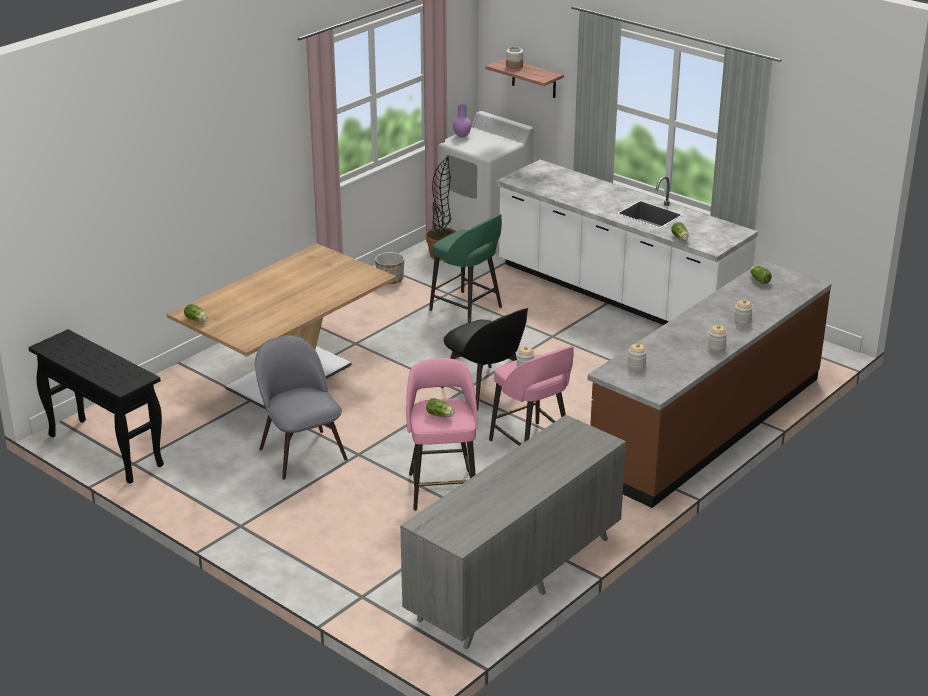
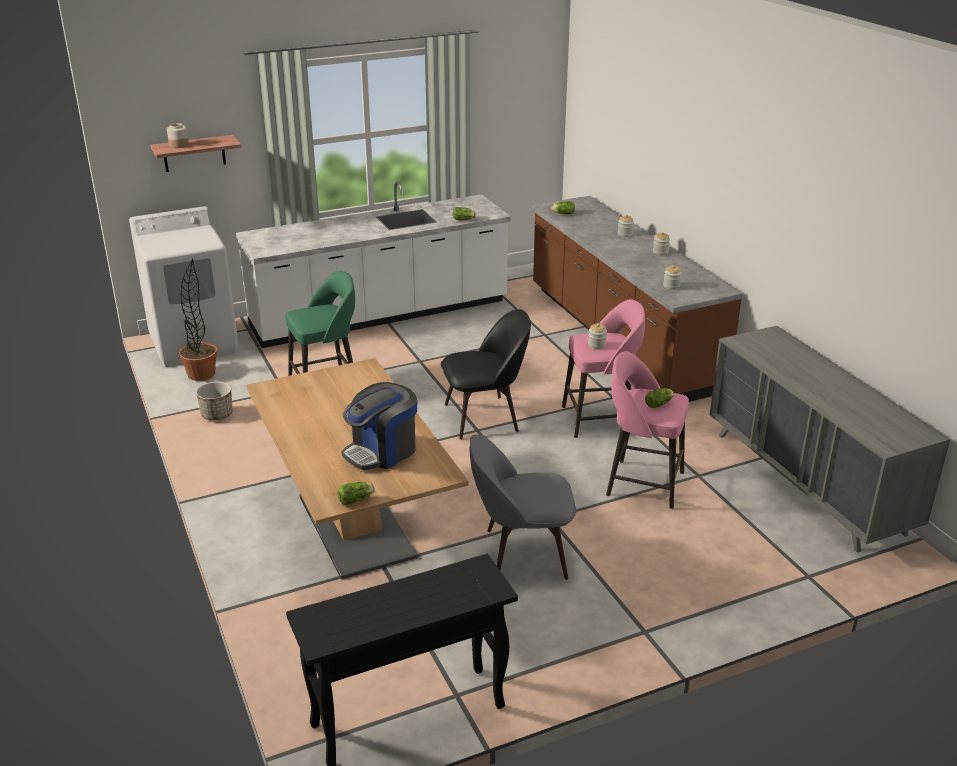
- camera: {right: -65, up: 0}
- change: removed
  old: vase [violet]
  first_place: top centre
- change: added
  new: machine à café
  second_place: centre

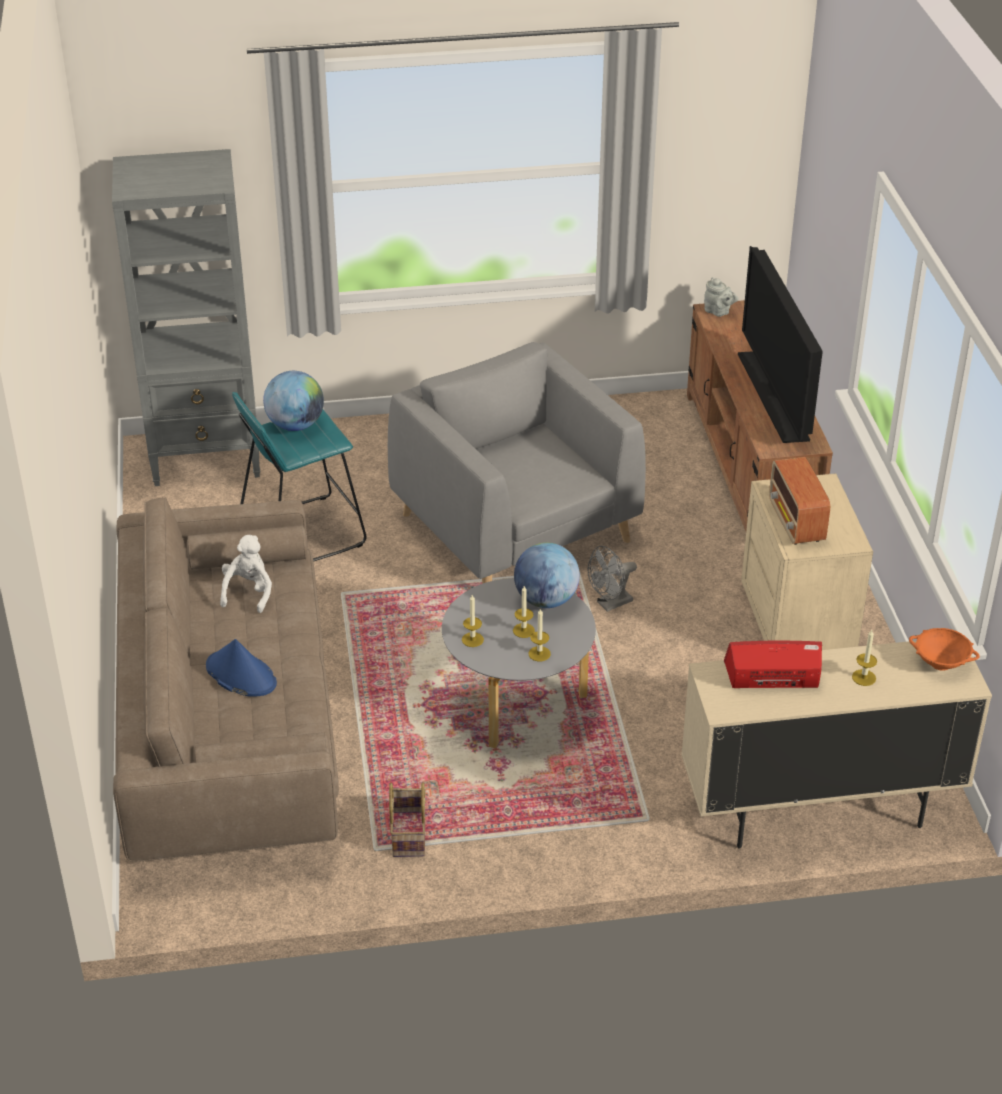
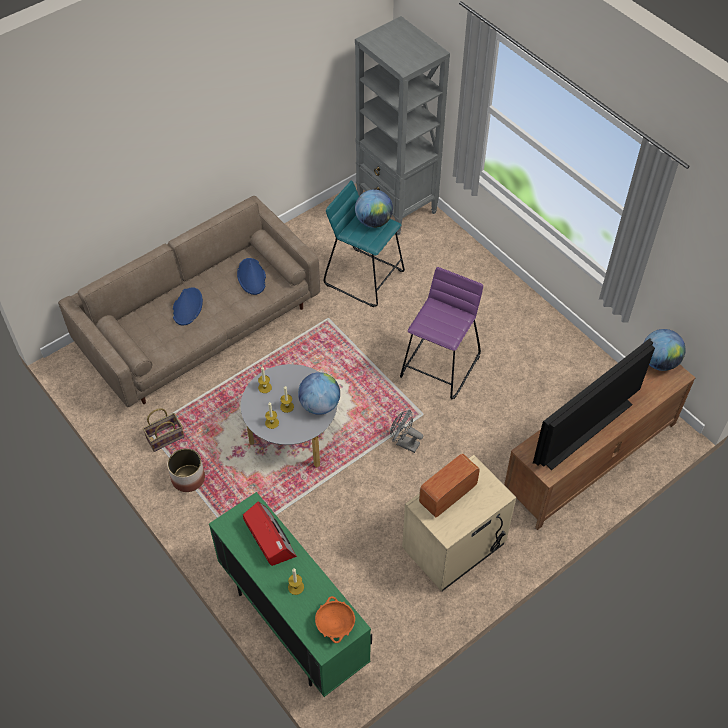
- camera: {right: 60, up: 15}
- change: replaced
  old: théière [gris]
  new: globe (3rd from left)
  first_place: top right
  second_place: middle right
- change: replaced
  old: fauteuil [gris]
  new: tabouret [violet]
  first_place: centre
  second_place: centre
- change: replaced
  old: peluche [blanc]
  new: chapeau [bleu] (2nd from left)
  first_place: middle left
  second_place: centre
- change: recoloured
  old: meuble de rangement [beige]
  new: meuble de rangement [vert]
  first_place: bottom right
  second_place: bottom centre
- change: added
  new: cache-pot
  second_place: middle left

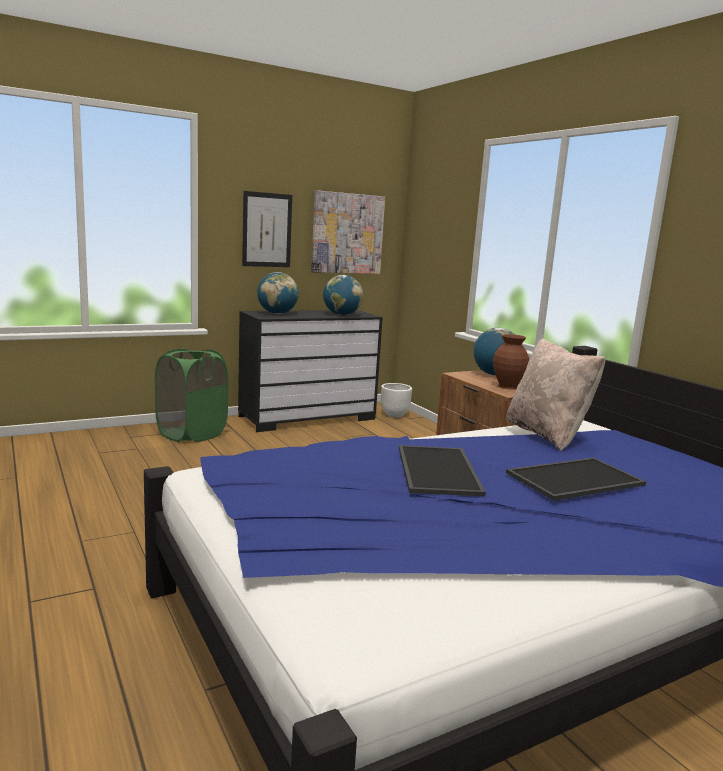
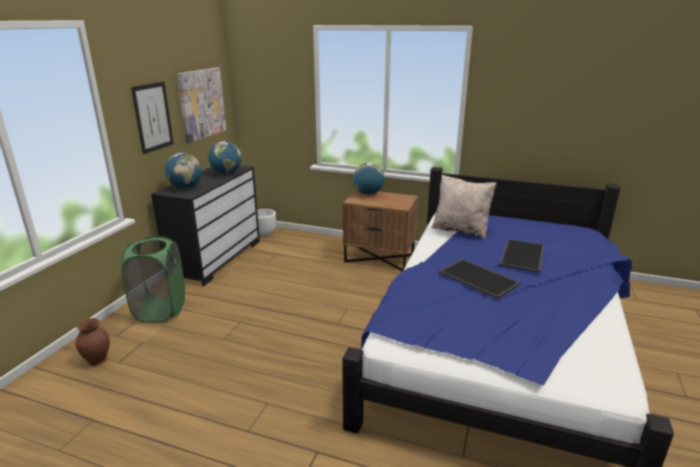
- camera: {right: -40, up: 10}
- change: moved
  old: vase [marron]
  first_place: middle right
  second_place: bottom left

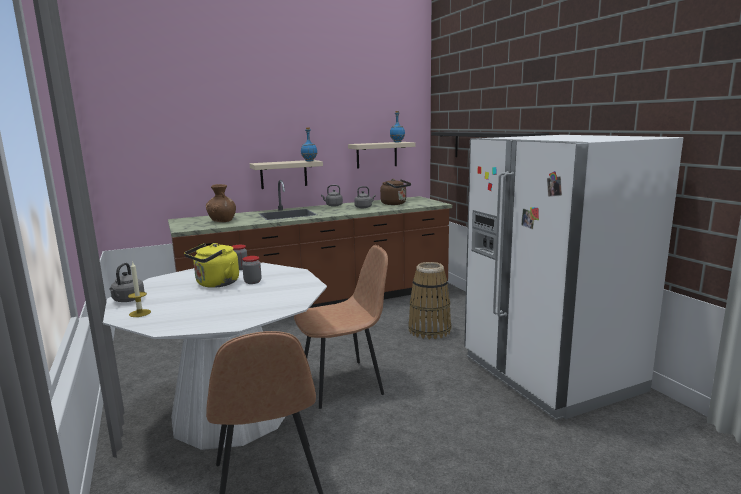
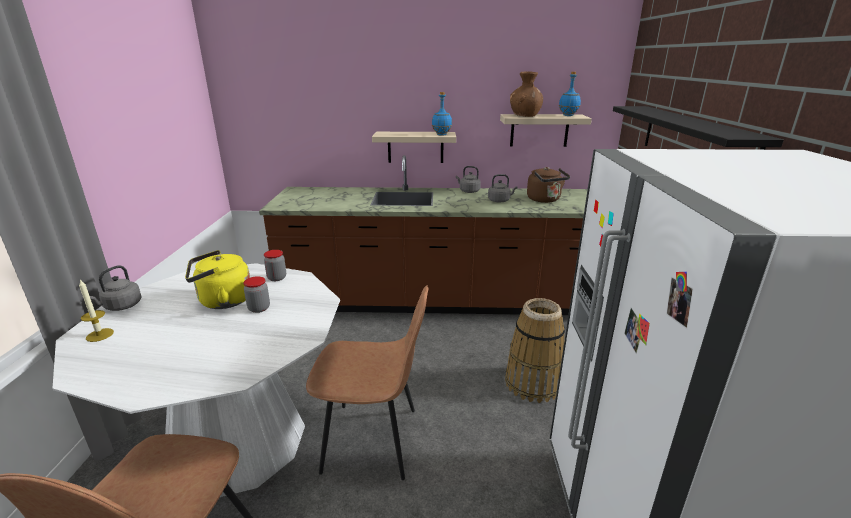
- camera: {right: 25, up: 10}
- change: moved
  old: vase [marron]
  first_place: middle left
  second_place: top centre

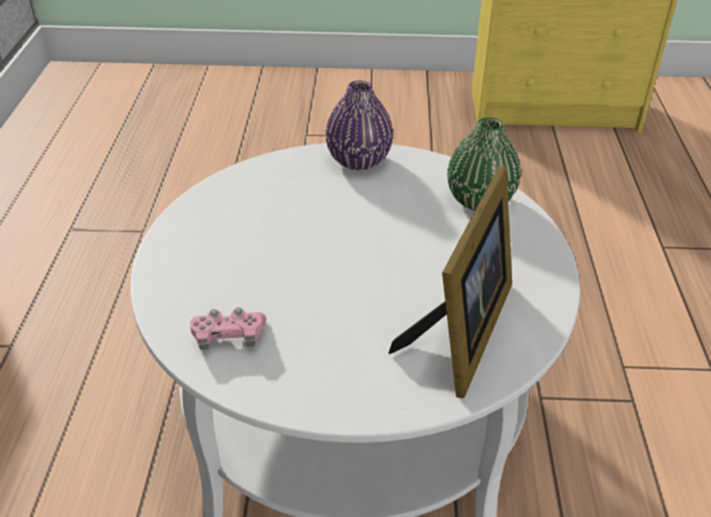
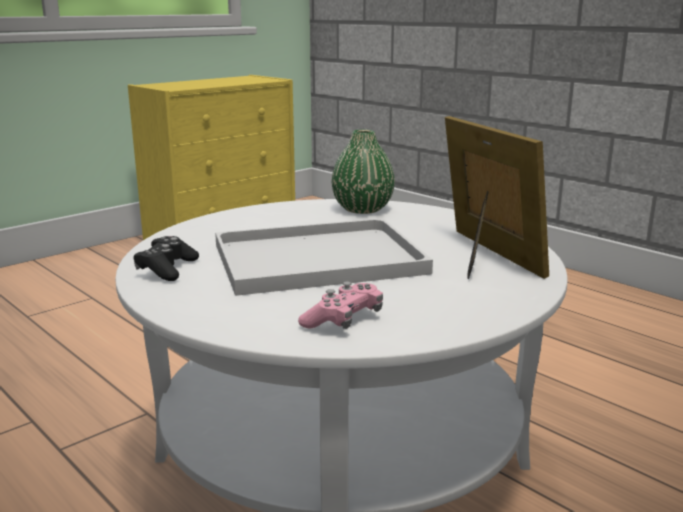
- camera: {right: -45, up: -20}
- change: removed
  old: vase [violet]
  first_place: top centre
- change: added
  new: plateau [blanc]
  second_place: centre
- change: added
  new: manette [noir]
  second_place: middle left

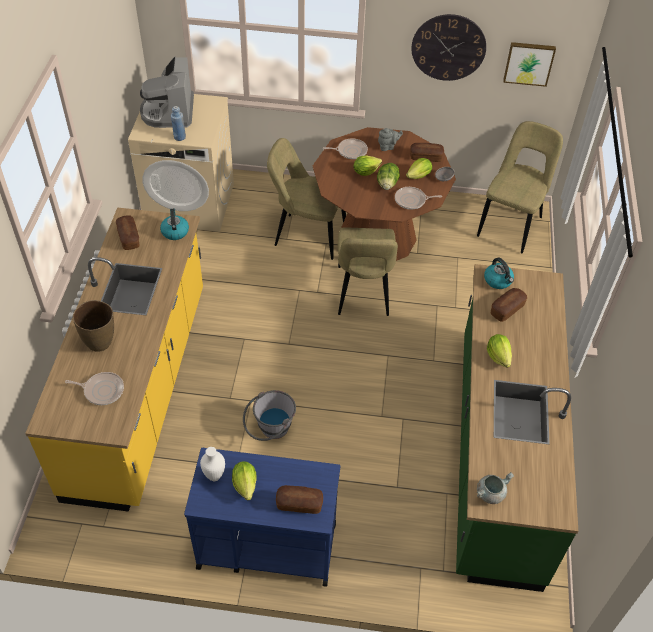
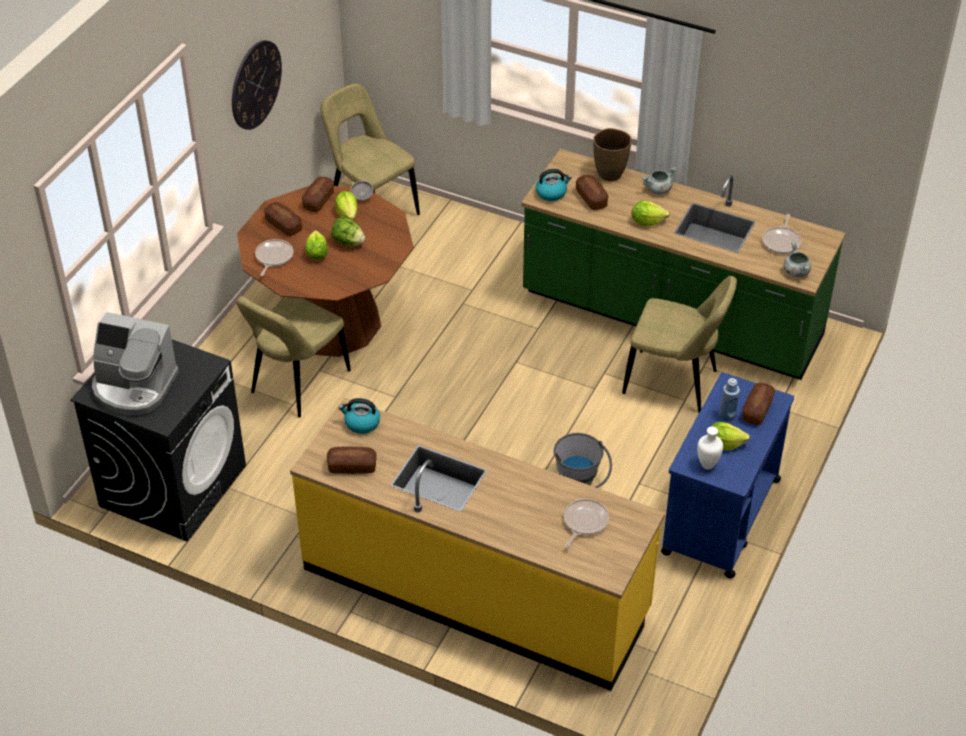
- camera: {right: -70, up: -5}
- change: removed
  old: tableau
  first_place: top right
- change: recoloured
  old: lave-linge [beige]
  new: lave-linge [noir]
  first_place: top left
  second_place: middle left
- change: moved
  old: bouteille [bleu]
  first_place: top left
  second_place: middle right
- change: replaced
  old: théière [gris]
  new: pain (1st from left)
  first_place: top centre
  second_place: top left
- change: moved
  old: poêle (3rd from left)
  first_place: top centre
  second_place: top right
- change: moved
  old: chaise [beige] (2nd from left in the first image)
  new: chaise [beige] (3rd from left)
  first_place: centre
  second_place: middle right
- change: moved
  old: vase [marron]
  first_place: middle left
  second_place: top centre
- change: added
  new: marmite [gris] (1st from left)
  second_place: top right

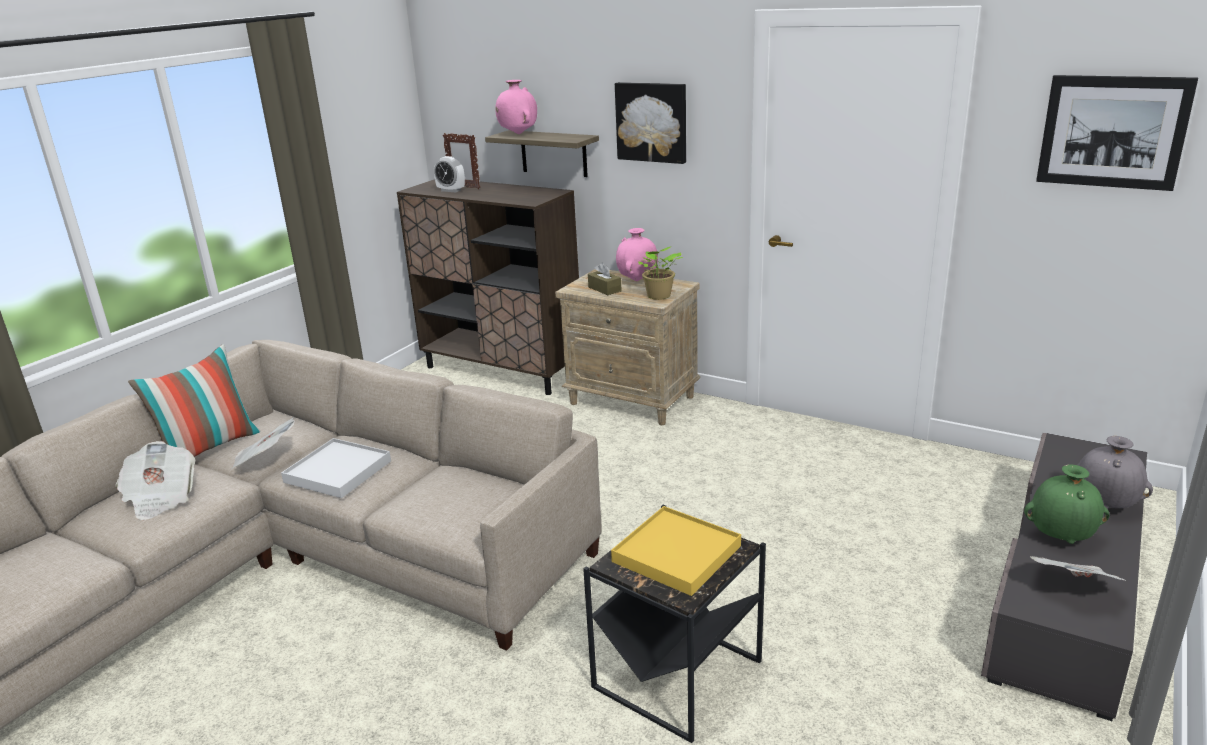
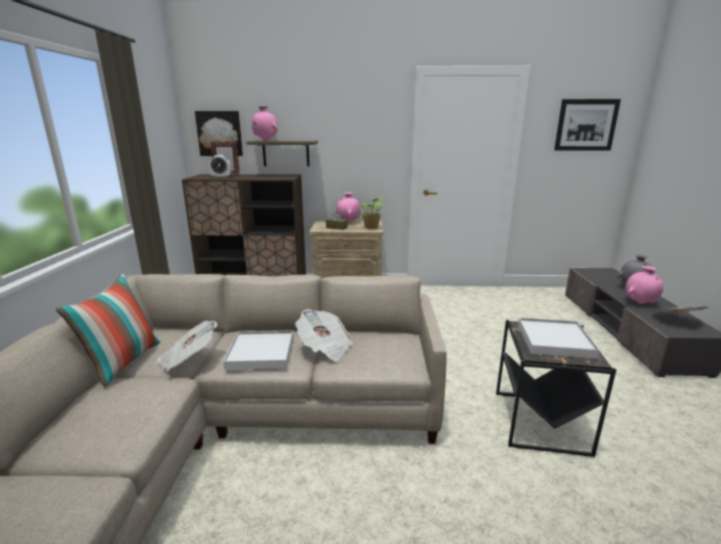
- camera: {right: -30, up: -5}
- change: moved
  old: tableau (1st from left)
  first_place: top centre
  second_place: top left
- change: moved
  old: journal (1st from left in the first image)
  new: journal (2nd from left)
  first_place: middle left
  second_place: centre
- change: recoloured
  old: vase [vert]
  new: vase [rose] (3rd from left)
  first_place: bottom right
  second_place: middle right
- change: recoloured
  old: plateau [jaune]
  new: plateau [blanc] (2nd from left)
  first_place: bottom centre
  second_place: middle right

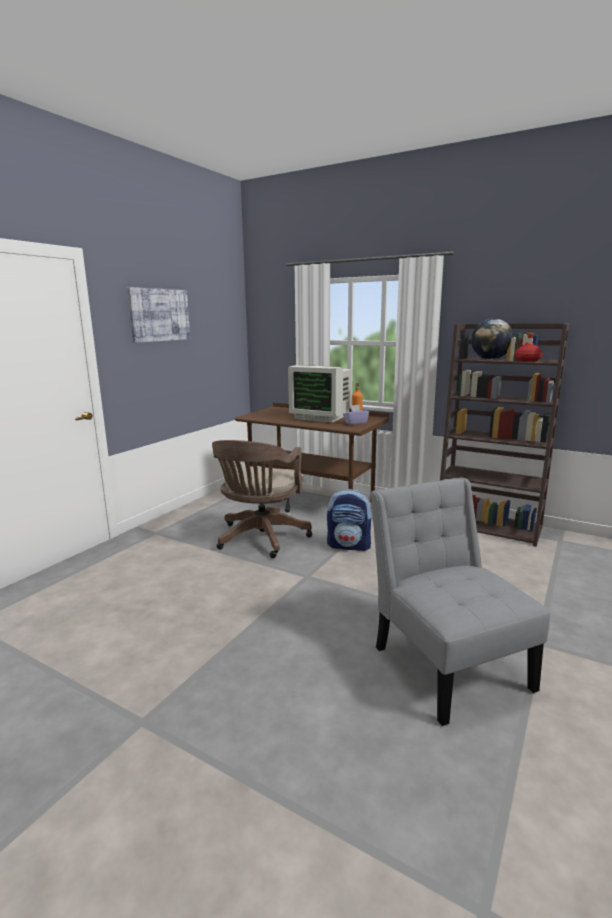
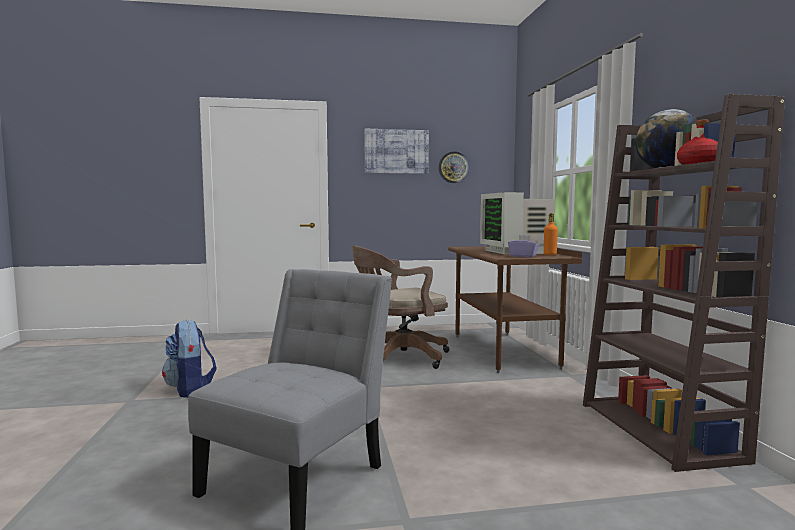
- camera: {right: 50, up: -10}
- change: moved
  old: sac à dos
  first_place: centre
  second_place: bottom left
- change: added
  new: horloge murale
  second_place: top centre

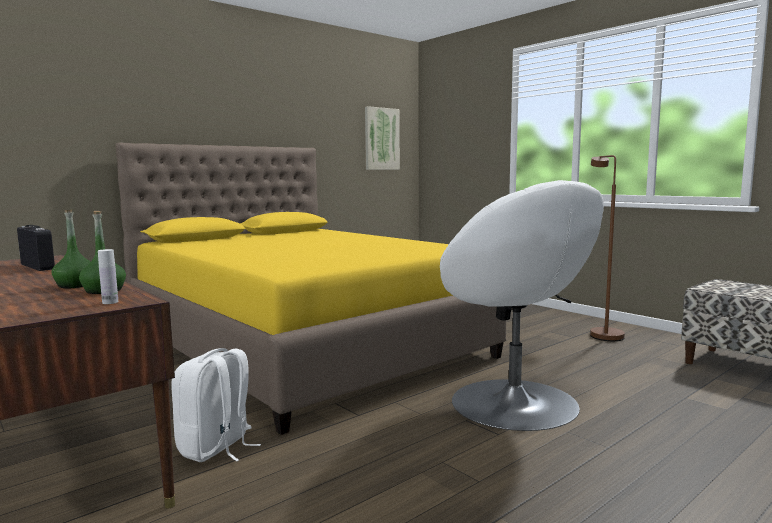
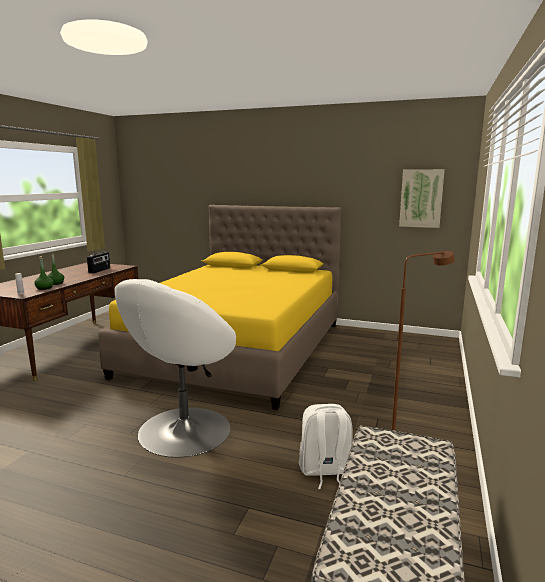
- camera: {right: 60, up: 5}
- change: moved
  old: sac à dos [blanc]
  first_place: bottom left
  second_place: bottom centre

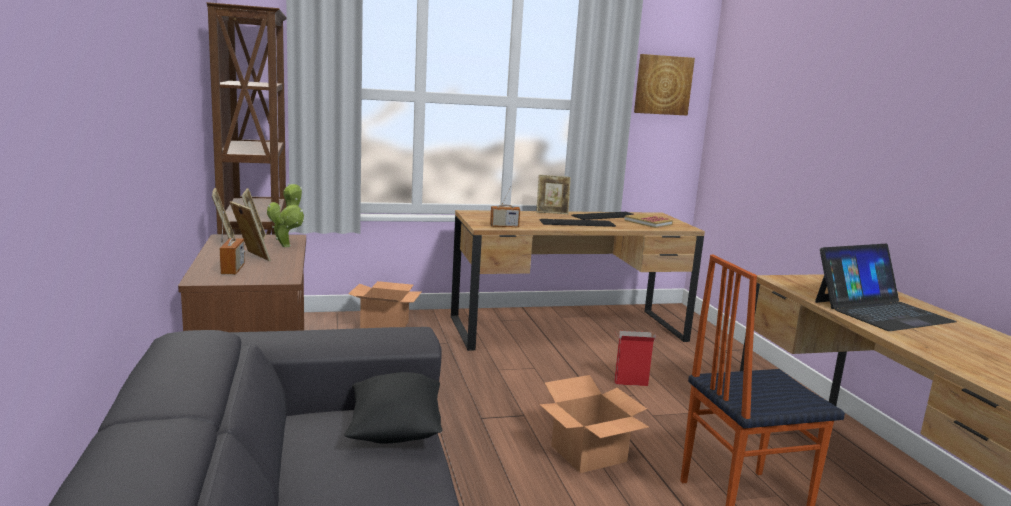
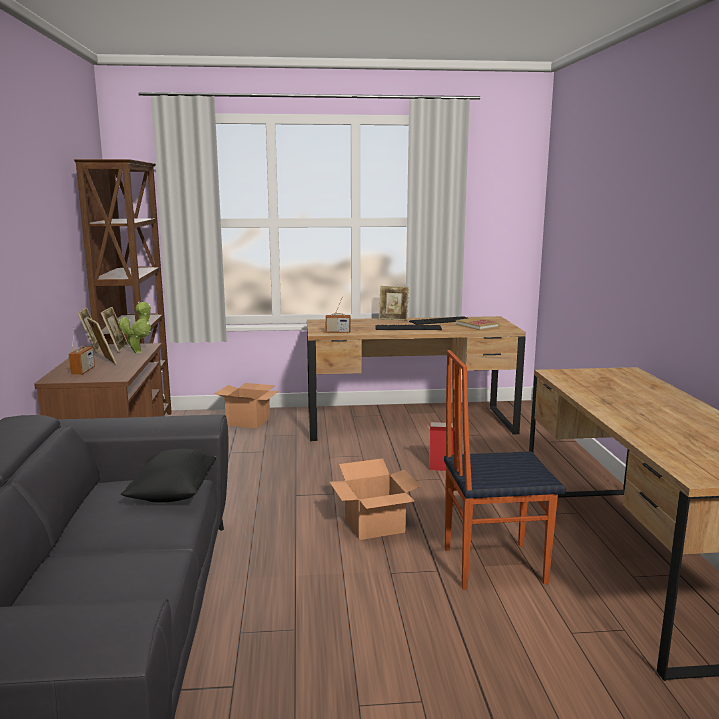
- camera: {right: 10, up: 0}
- change: removed
  old: tableau
  first_place: top centre
- change: removed
  old: ordinateur portable
  first_place: middle right

